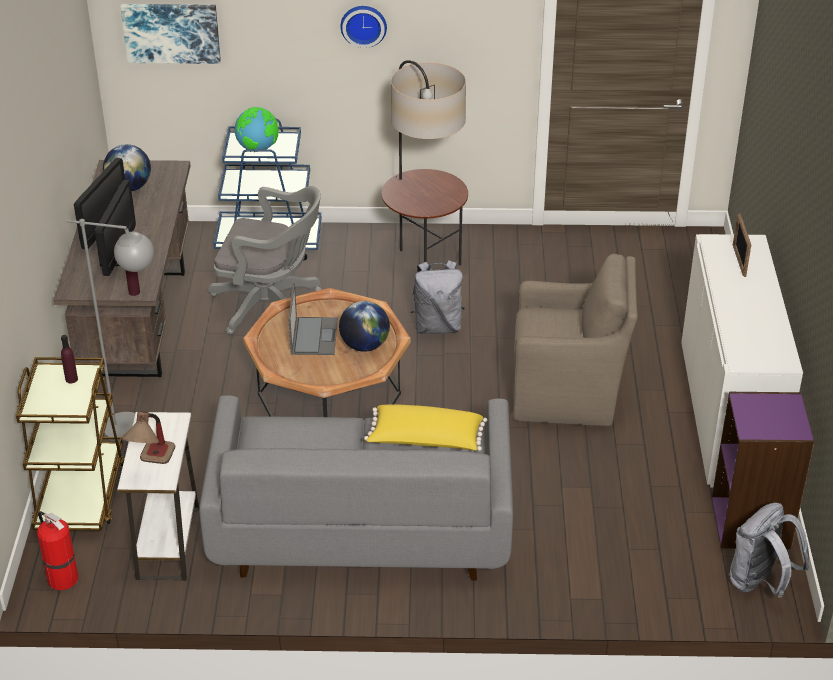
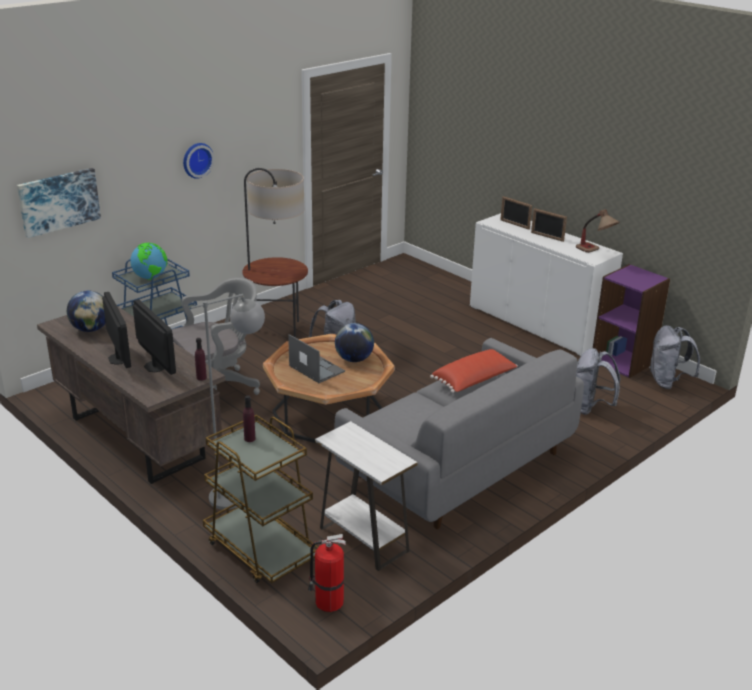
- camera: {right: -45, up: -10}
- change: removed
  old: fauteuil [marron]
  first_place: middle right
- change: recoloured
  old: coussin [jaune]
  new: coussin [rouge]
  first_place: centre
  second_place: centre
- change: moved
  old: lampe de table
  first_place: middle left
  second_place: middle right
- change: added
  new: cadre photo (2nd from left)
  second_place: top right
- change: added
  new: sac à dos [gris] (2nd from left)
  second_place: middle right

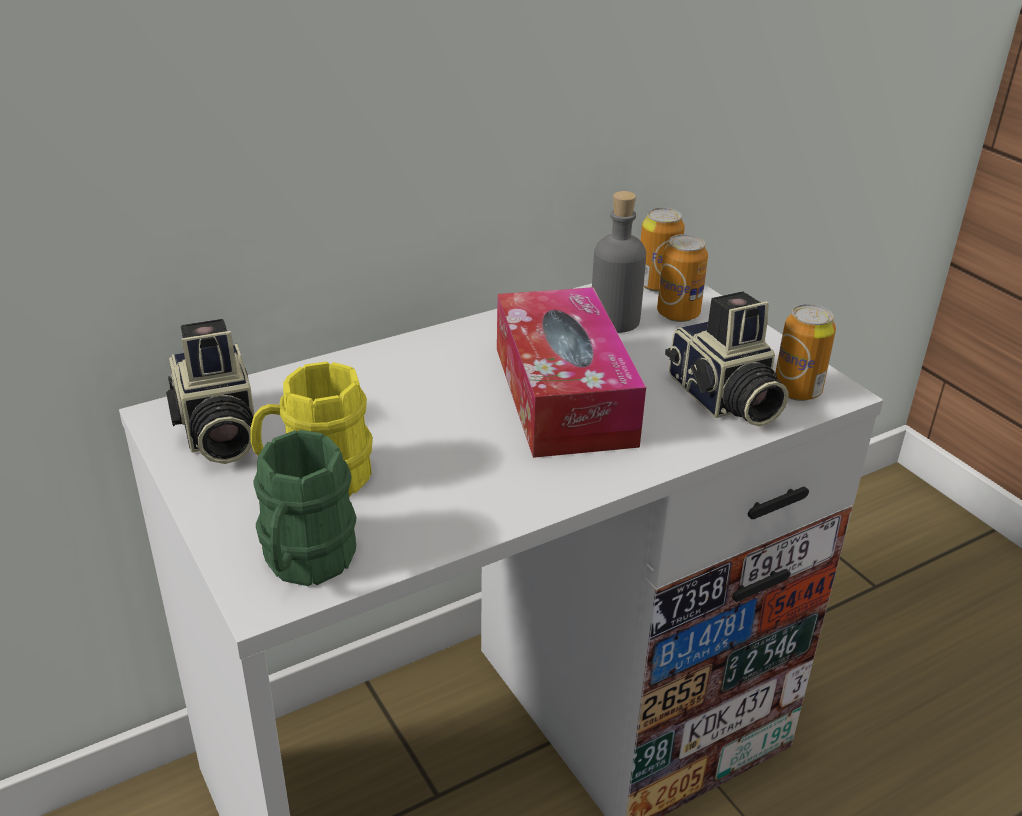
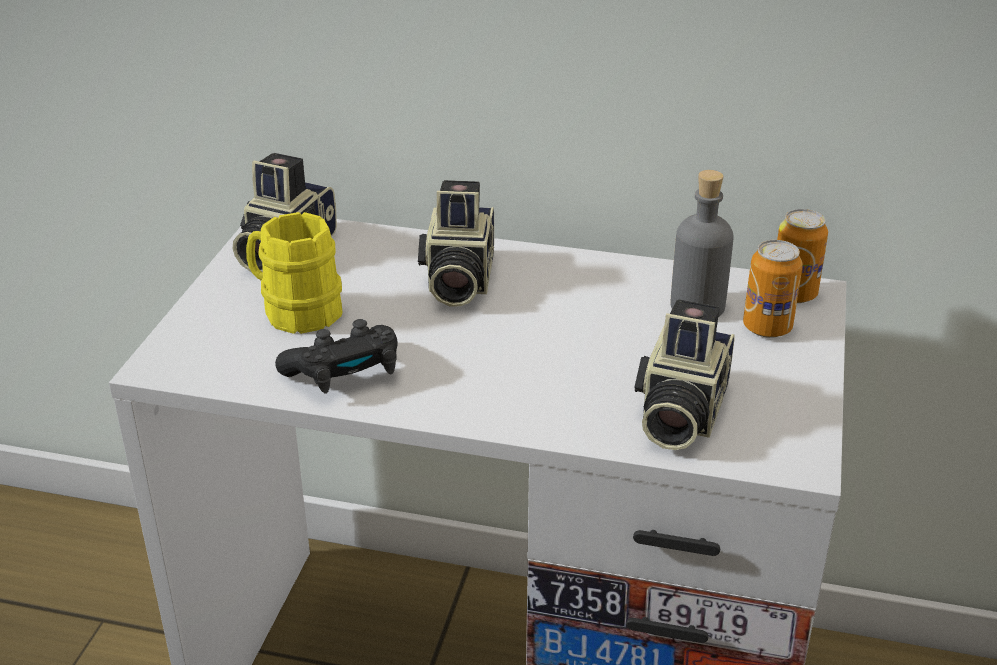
- camera: {right: 45, up: 0}
- change: removed
  old: boîte à mouchoirs
  first_place: centre
- change: removed
  old: boîte métallique (3rd from left)
  first_place: middle right
- change: removed
  old: mug [vert]
  first_place: middle left
- change: added
  new: appareil photo (2nd from left)
  second_place: centre
- change: added
  new: manette [noir]
  second_place: centre

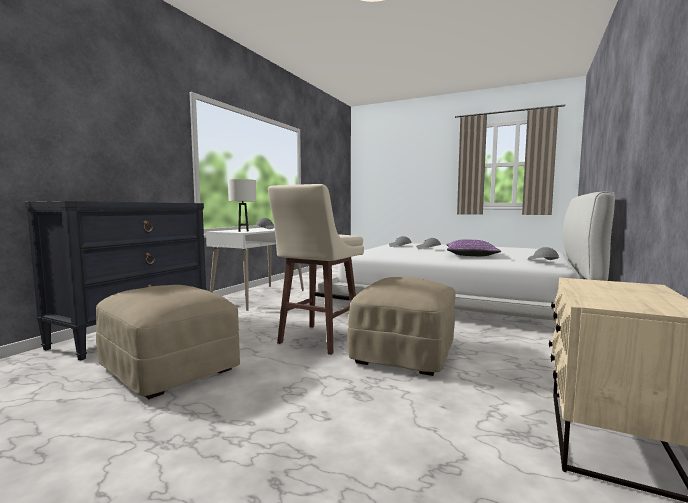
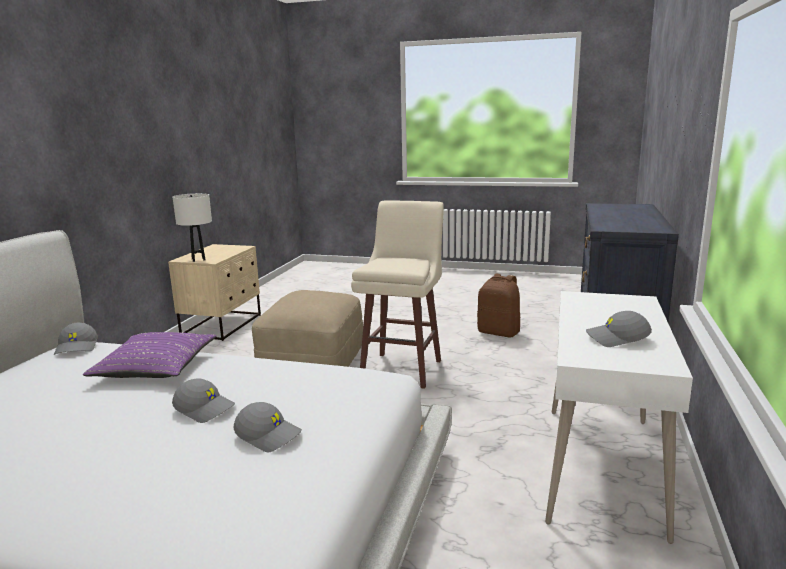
- camera: {right: 170, up: 10}
- change: moved
  old: lampe de table [blanc]
  first_place: centre
  second_place: middle left
- change: replaced
  old: pouf [beige] (1st from left)
  new: sac à dos [marron]
  first_place: bottom left
  second_place: centre

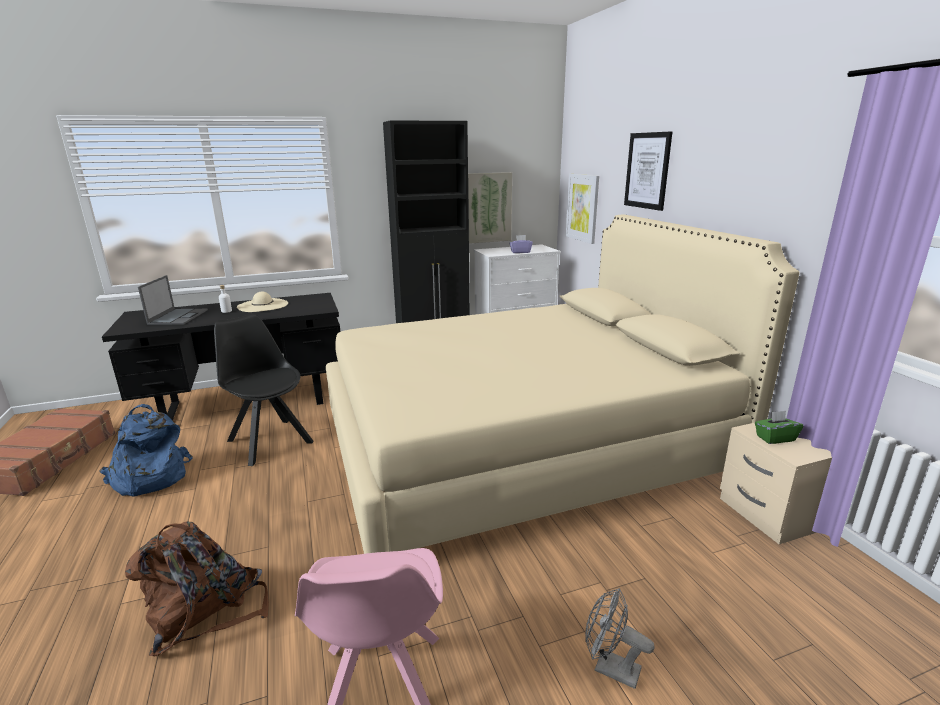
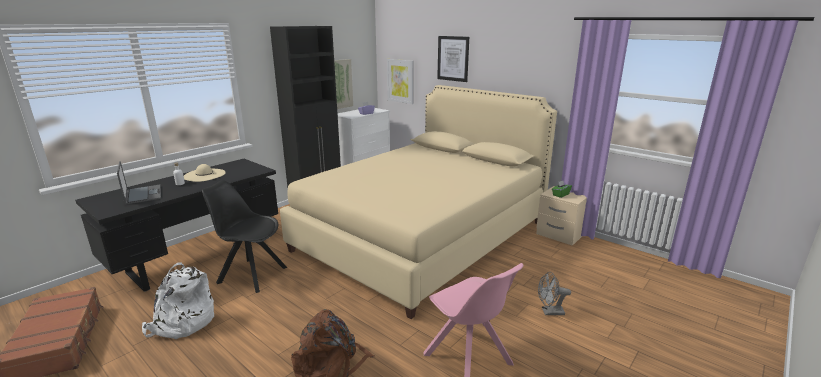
- camera: {right: -30, up: 0}
- change: recoloured
  old: sac à dos [bleu]
  new: sac à dos [blanc]
  first_place: middle left
  second_place: bottom left

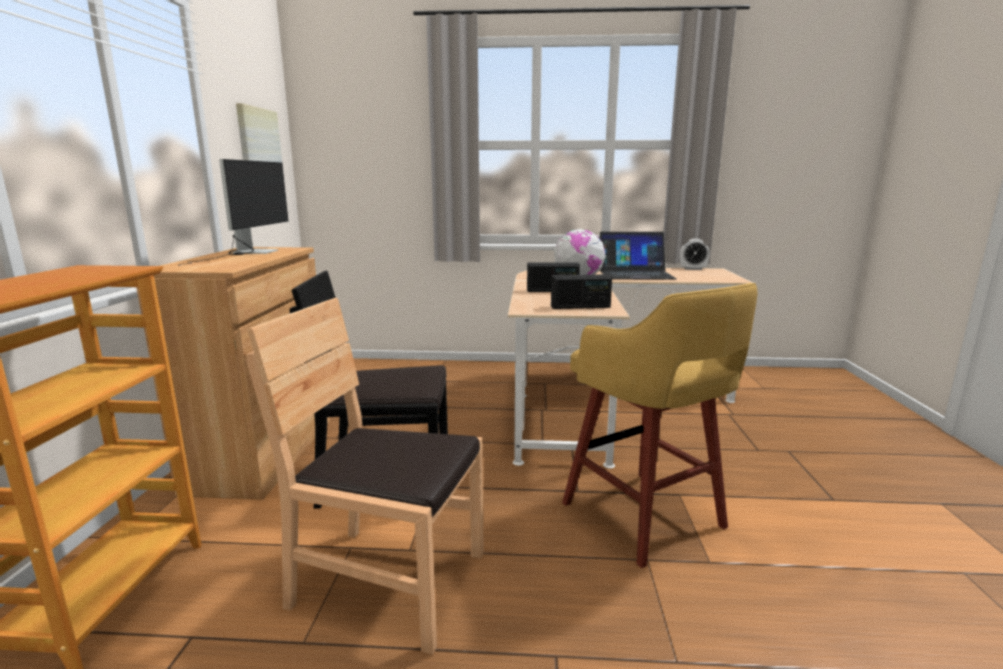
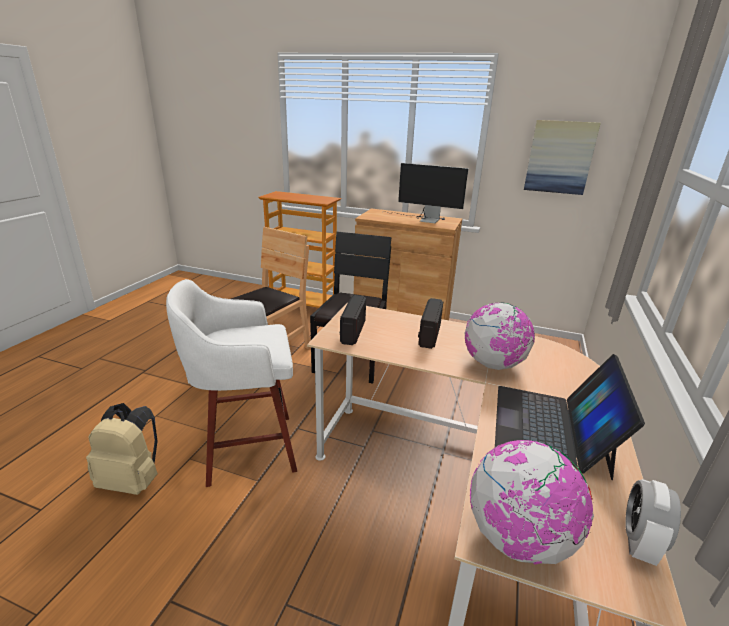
- camera: {right: 105, up: 10}
- change: recoloured
  old: tabouret [jaune]
  new: tabouret [blanc]
  first_place: centre
  second_place: middle left
- change: added
  new: sac à dos [beige]
  second_place: bottom left
- change: added
  new: globe (2nd from left)
  second_place: bottom right

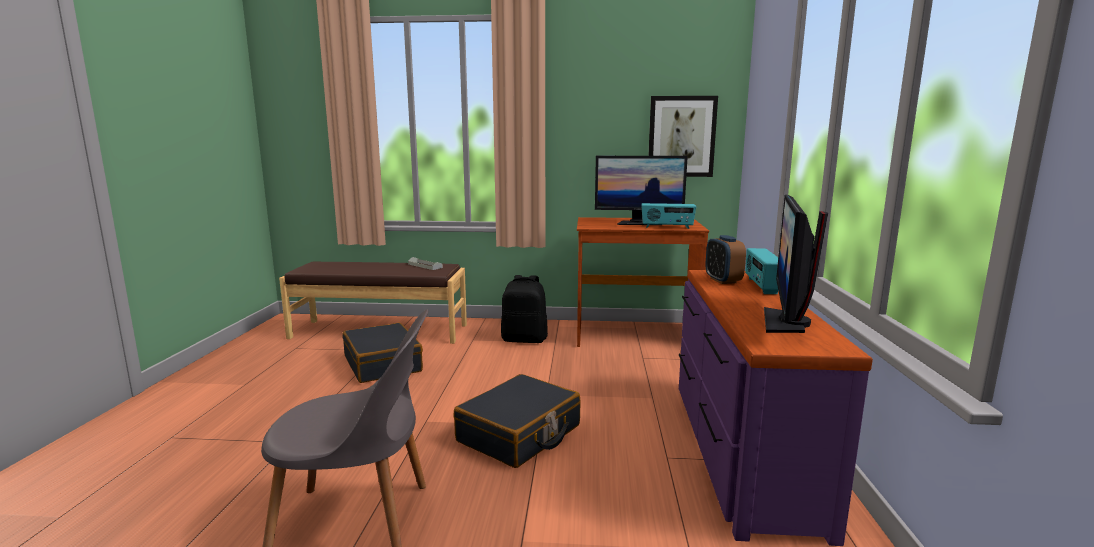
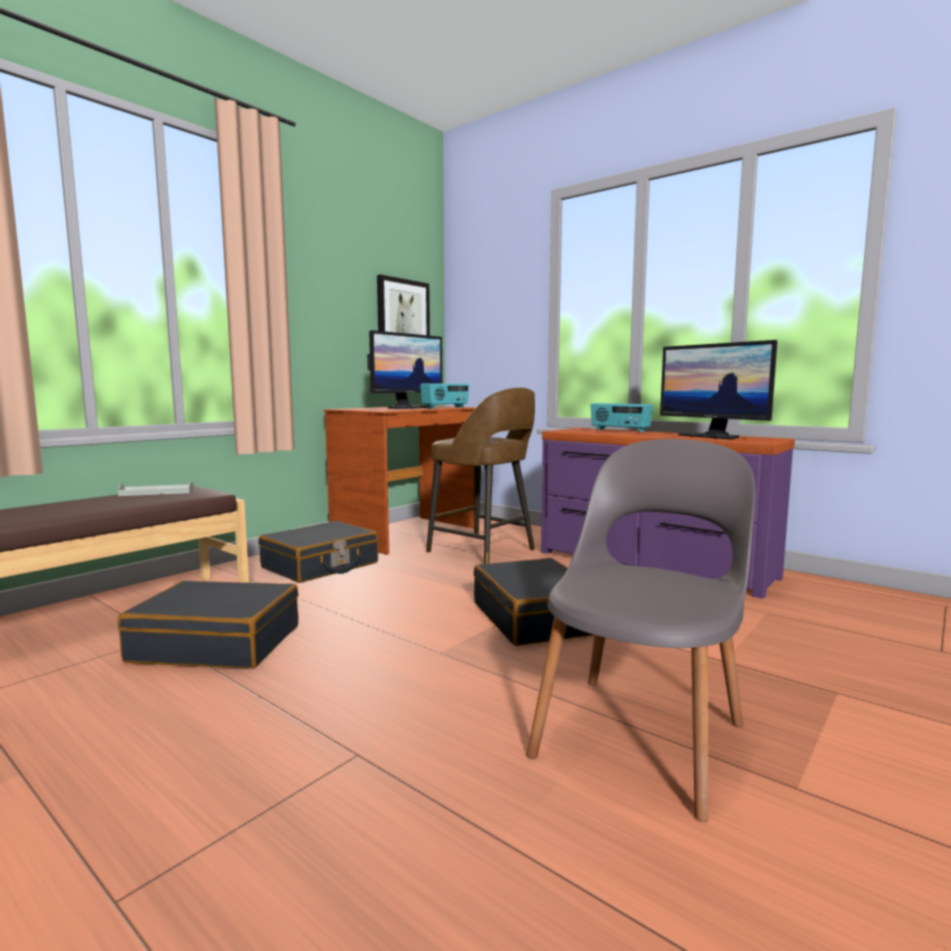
- camera: {right: -55, up: -5}
- change: removed
  old: réveil
  first_place: centre
- change: replaced
  old: sac à dos [noir]
  new: valise [noir] (2nd from left)
  first_place: centre
  second_place: centre
- change: added
  new: tabouret [marron]
  second_place: centre

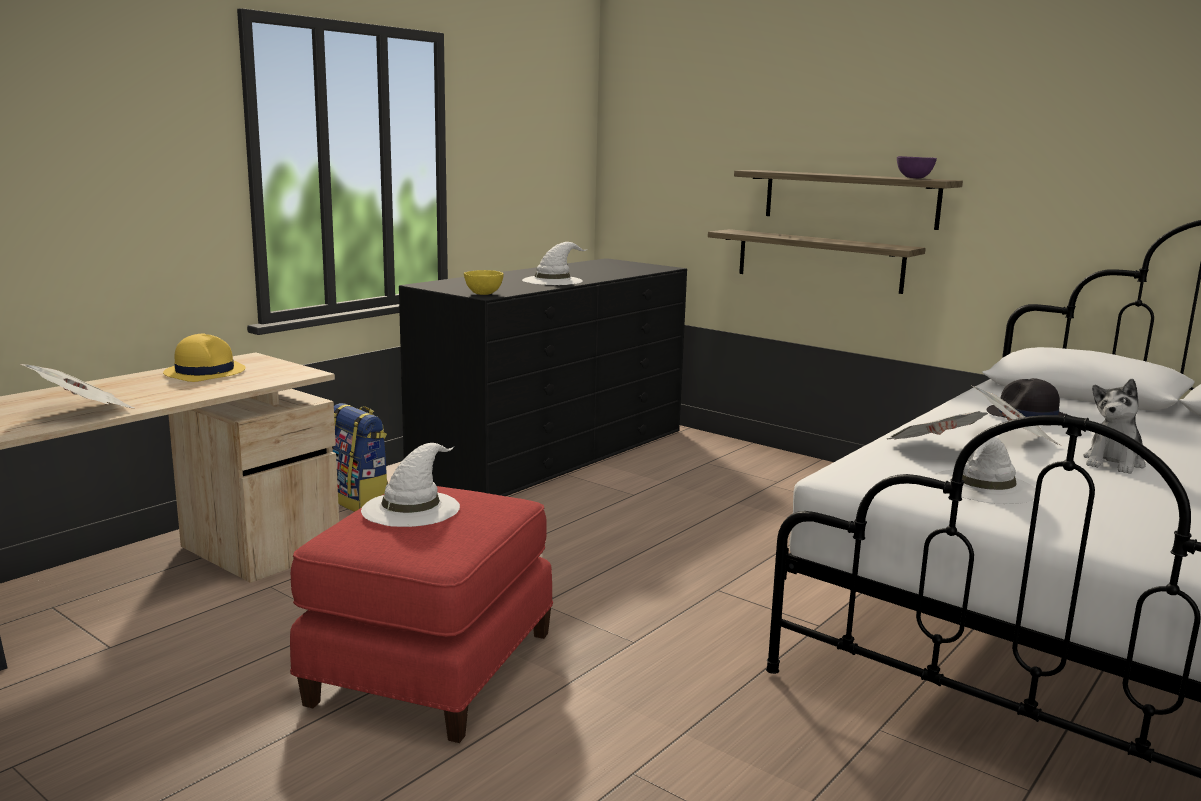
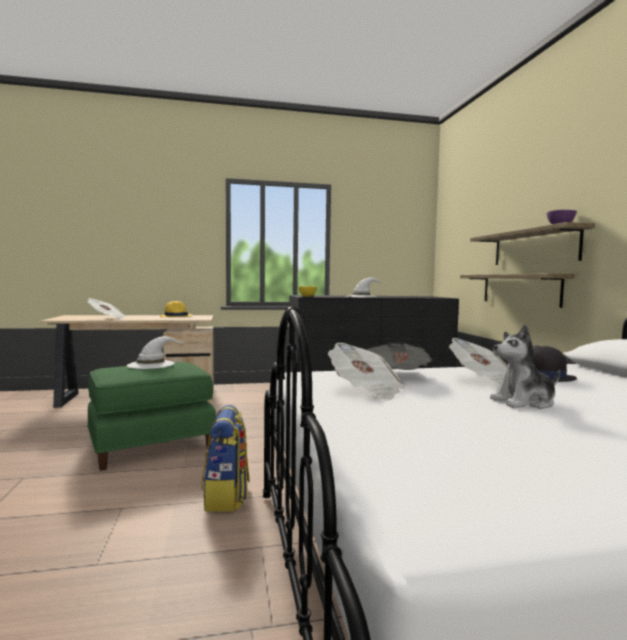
- camera: {right: 40, up: -10}
- change: moved
  old: sac à dos
  first_place: middle left
  second_place: bottom centre
- change: replaced
  old: chapeau [blanc] (3rd from left)
  new: journal (2nd from left)
  first_place: middle right
  second_place: centre
- change: recoloured
  old: pouf [rouge]
  new: pouf [vert]
  first_place: bottom centre
  second_place: middle left

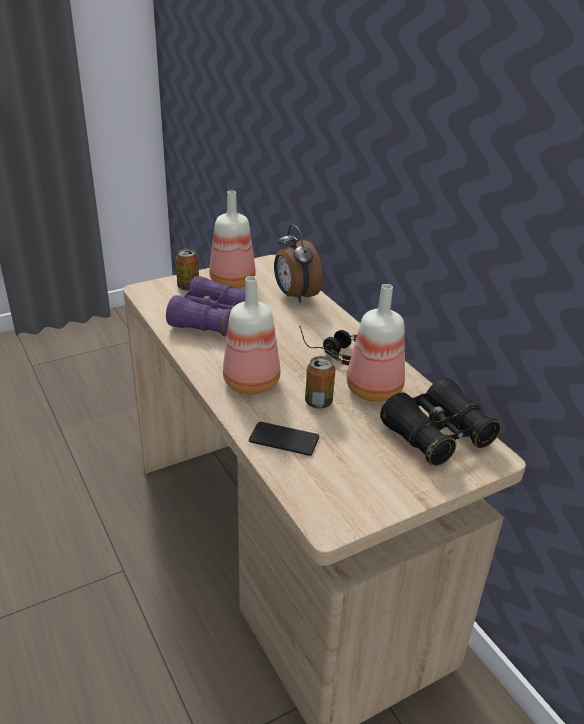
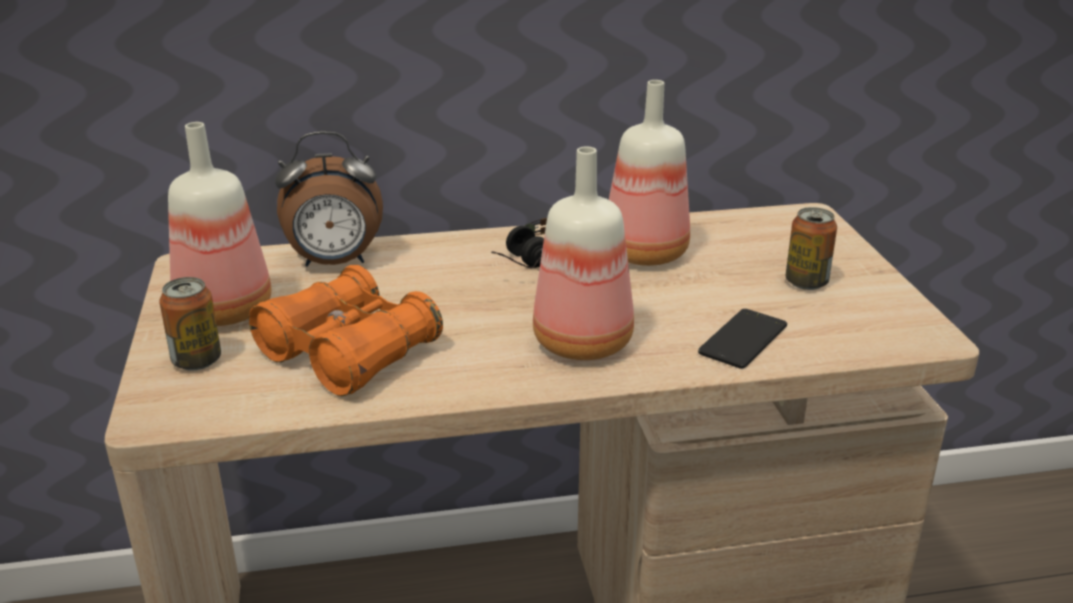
- camera: {right: -70, up: -5}
- change: recoloured
  old: jumelles [violet]
  new: jumelles [orange]
  first_place: centre
  second_place: middle left
- change: moved
  old: boîte métallique (2nd from left)
  first_place: centre
  second_place: middle right
- change: removed
  old: jumelles [noir]
  first_place: middle right

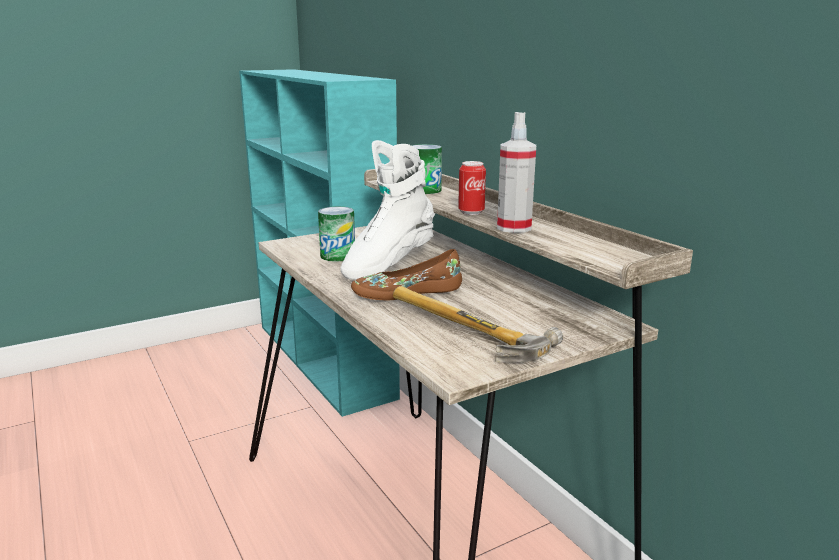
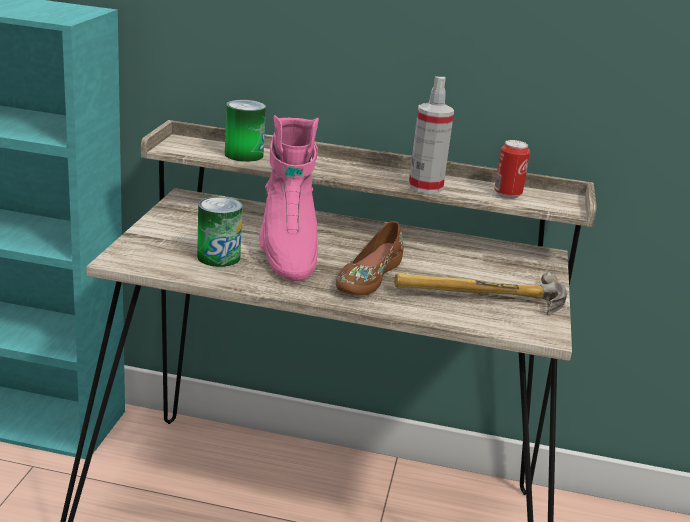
- camera: {right: -50, up: 5}
- change: recoloured
  old: botte [blanc]
  new: botte [rose]
  first_place: centre
  second_place: centre
- change: moved
  old: boîte métallique (3rd from left)
  first_place: centre
  second_place: top right

